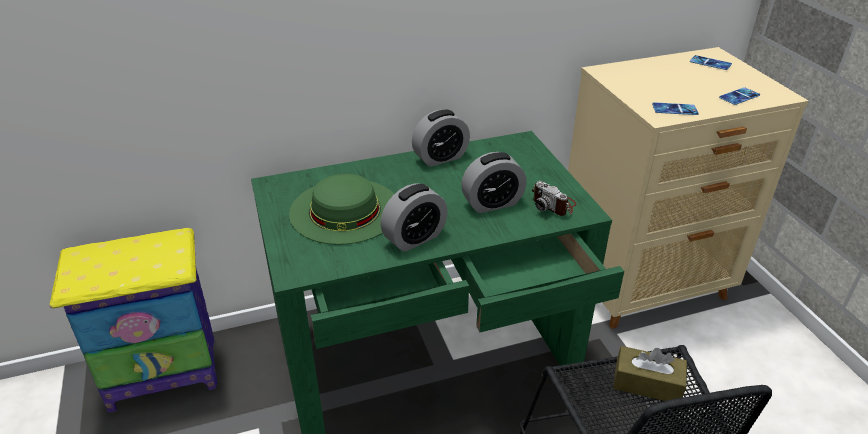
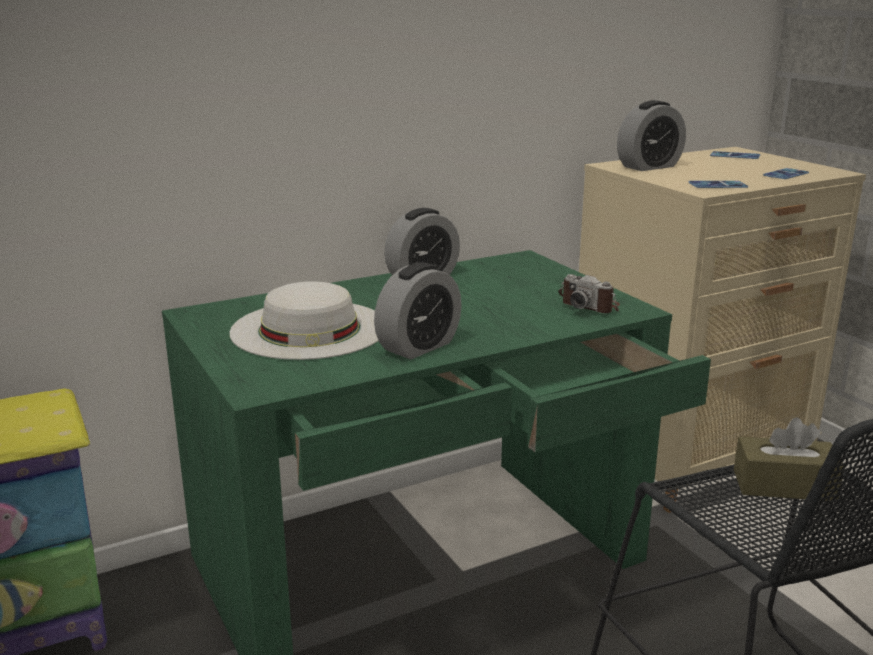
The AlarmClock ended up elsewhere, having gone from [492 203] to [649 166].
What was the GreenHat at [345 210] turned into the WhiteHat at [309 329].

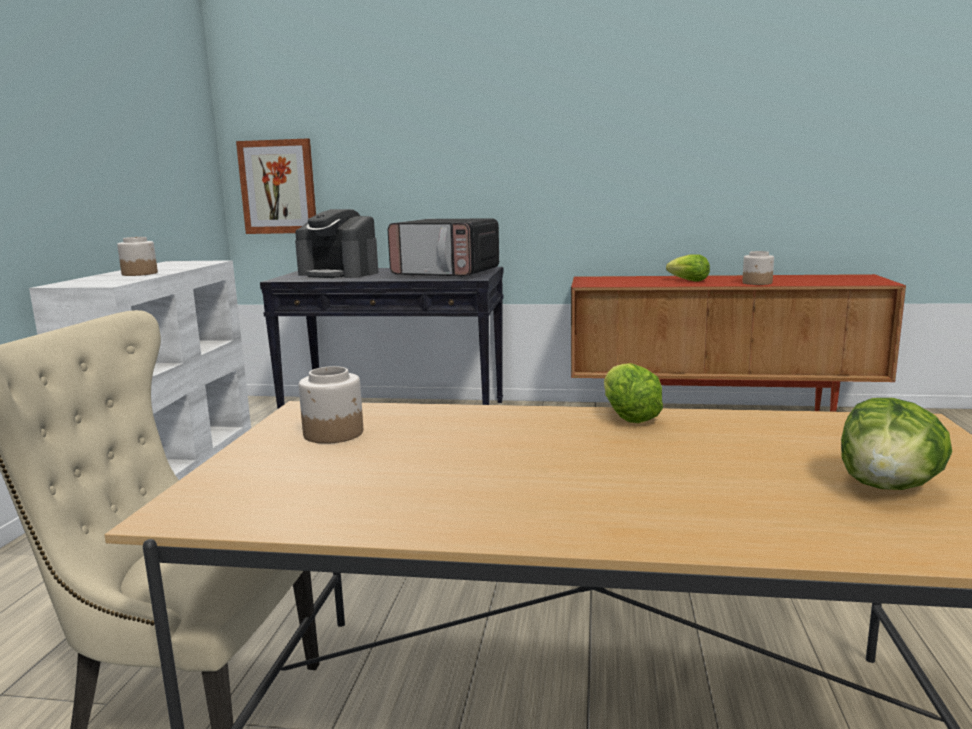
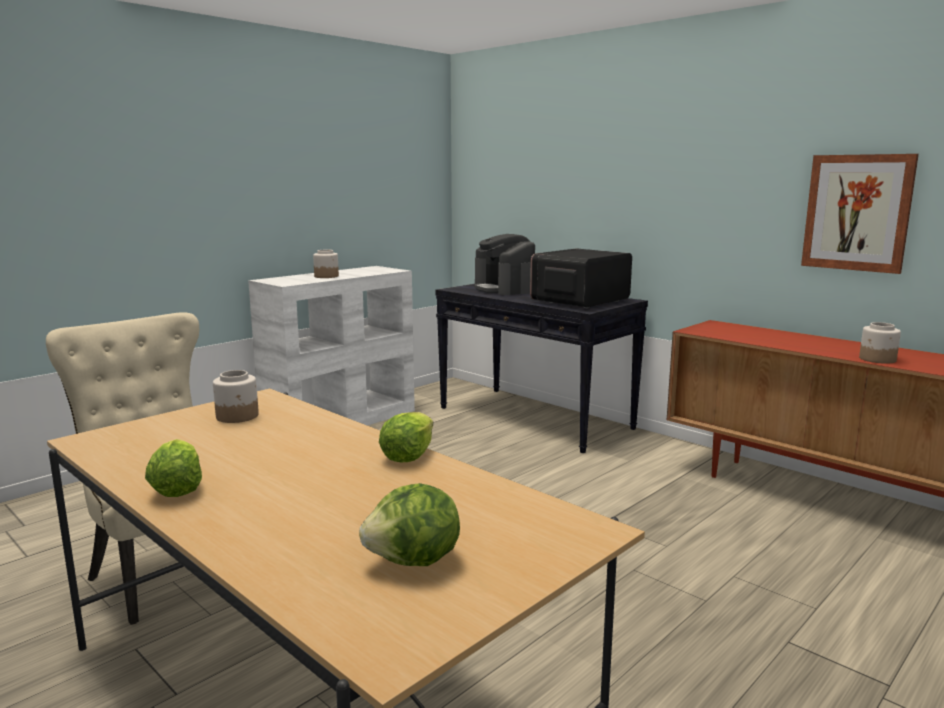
The Picture ended up elsewhere, having gone from [278 187] to [857 212].
The Lettuce ended up elsewhere, having gone from [689 281] to [177 489].
The Microwave at [446 273] ended up facing another way, 75 degrees clockwise from before.

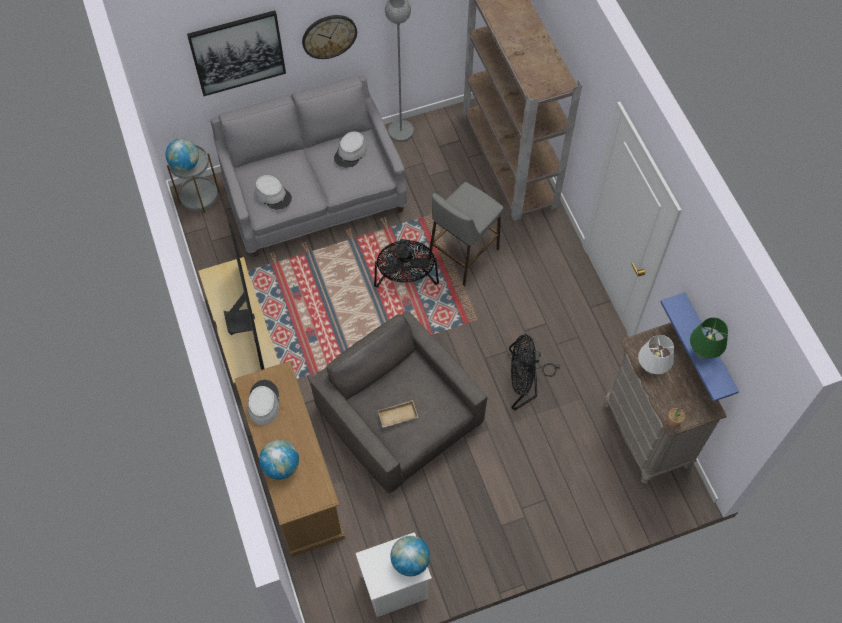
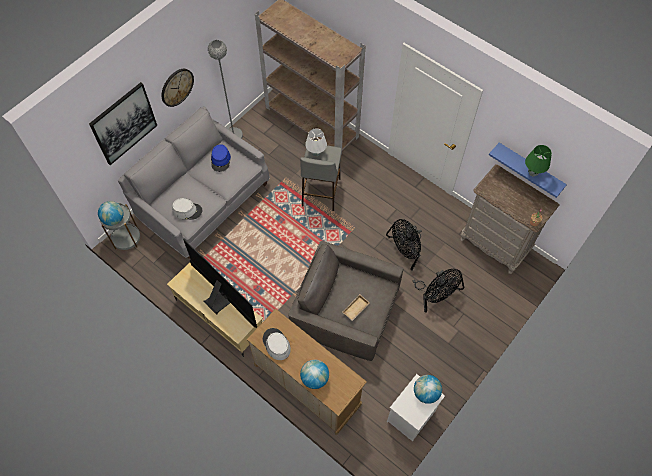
The BlackFan ended up elsewhere, having gone from [403 275] to [435 294].
The WhiteTableLamp ended up elsewhere, having gone from [651 369] to [316 153].
What was the GreyHat at [350 153] turned into the BlueHat at [221 160].

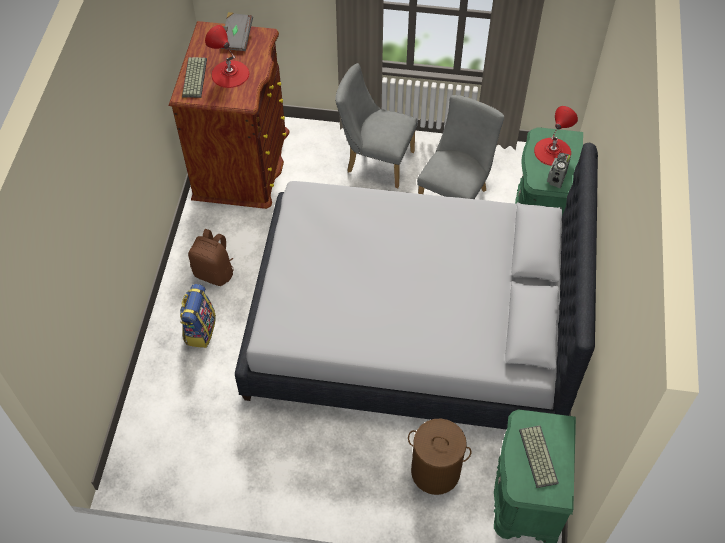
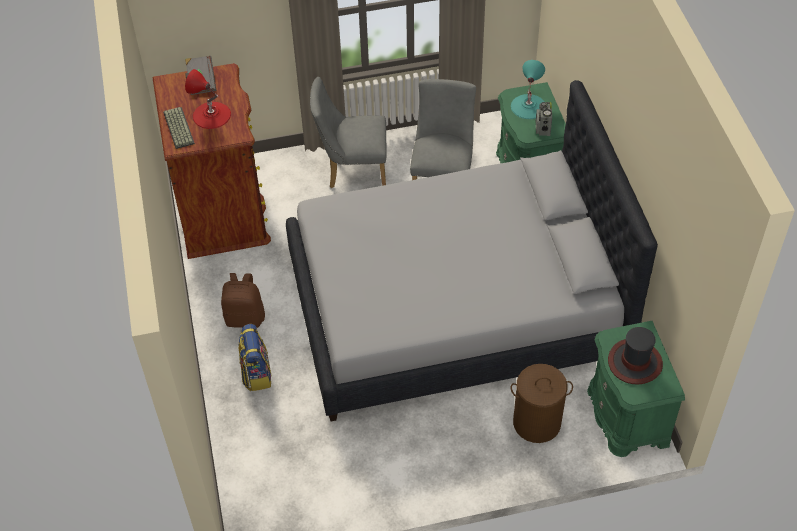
Where the Keyboard stood at [537 456], the Hat came to stand at [634 362].
What was the RedTableLamp at [552 151] turned into the TurquoiseTableLamp at [528 106].

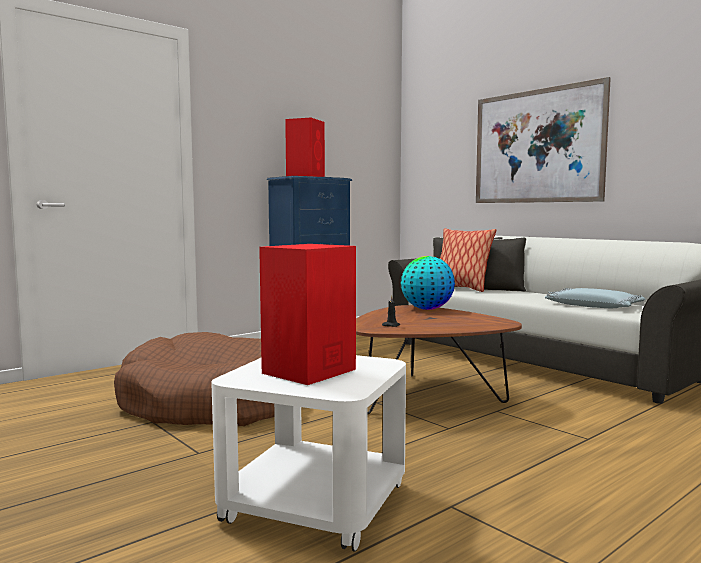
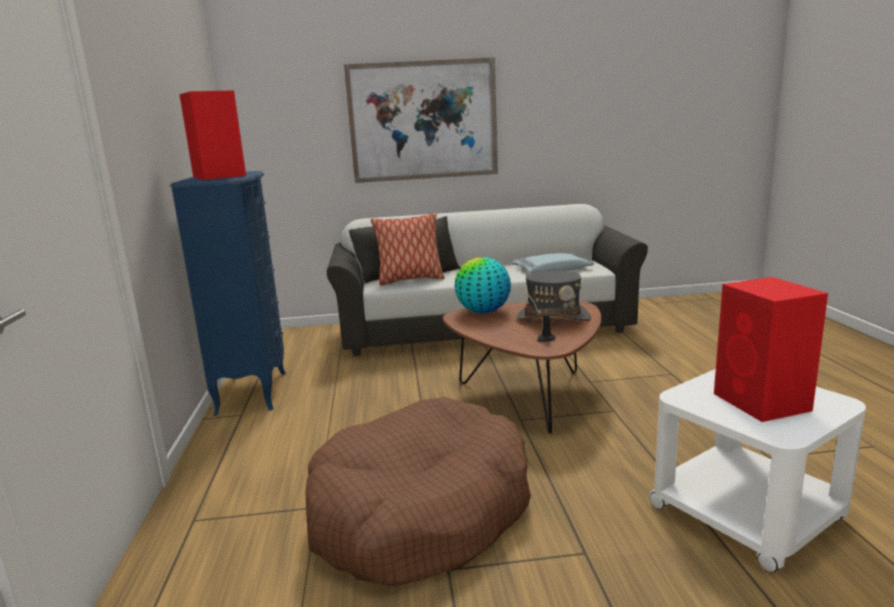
The second view gained the GreyHat at [553 318].

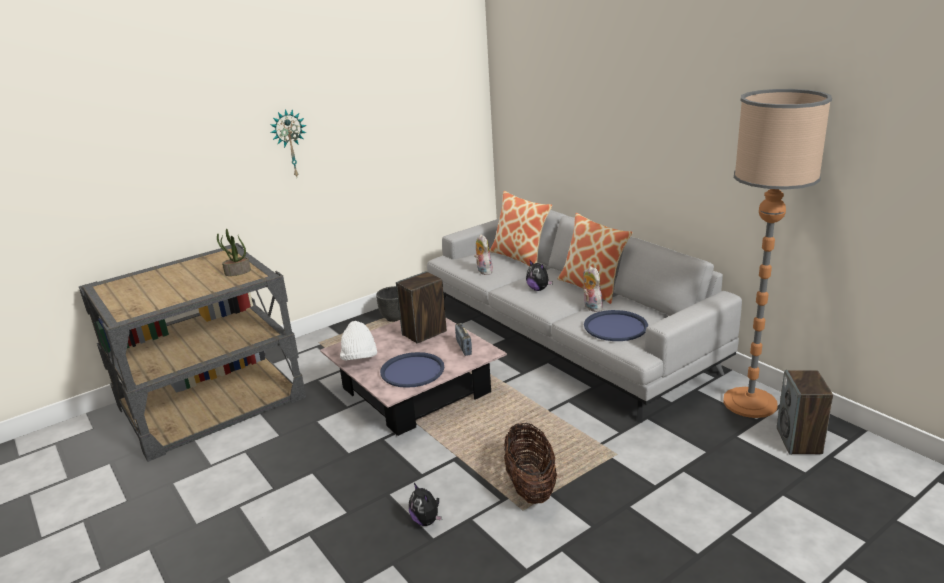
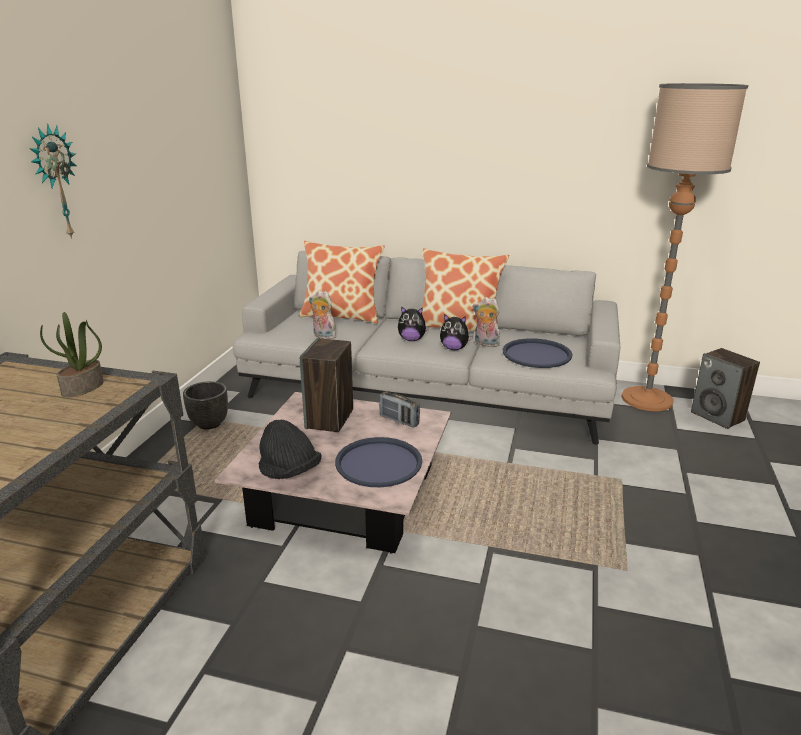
The second view lost the Basket at [530 486].
The PlushToy ended up elsewhere, having gone from [426 520] to [454 348].
What was the WhiteHat at [359 358] turned into the BlackHat at [289 472].

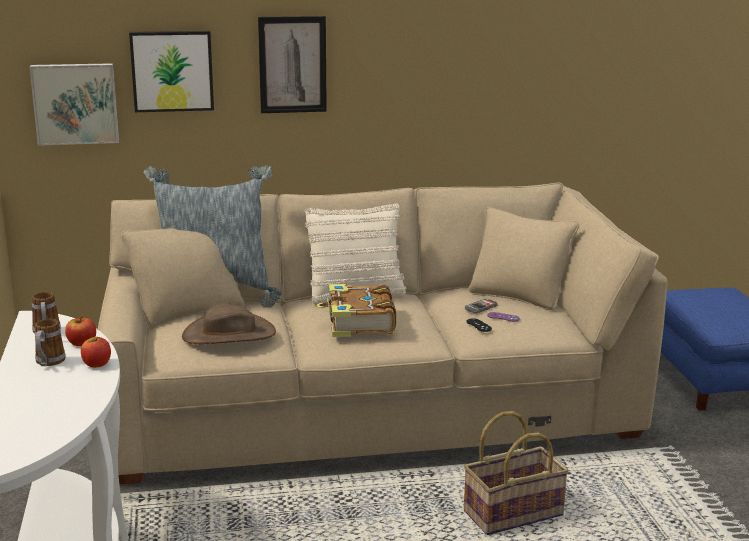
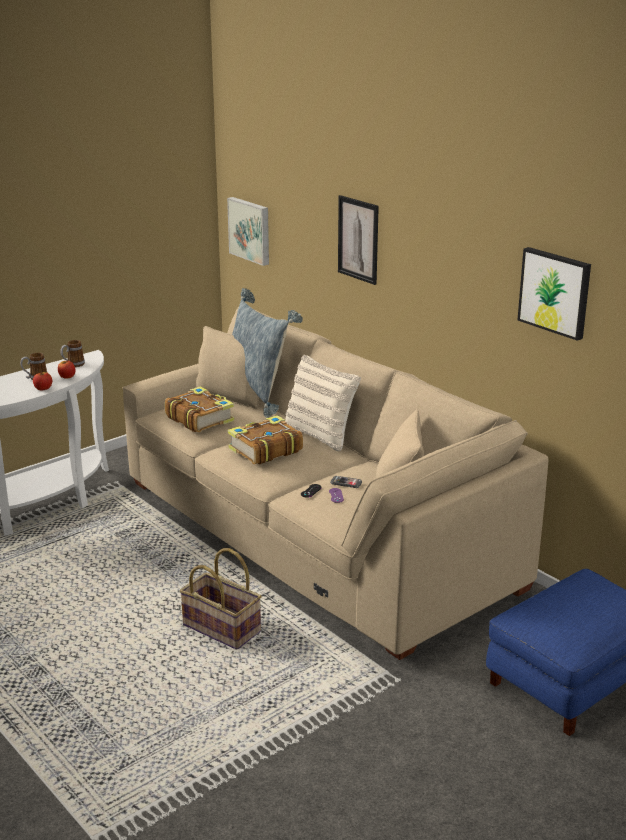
The Picture ended up elsewhere, having gone from [172 70] to [555 292].
Where the BrownHat stood at [229 334], the Book came to stand at [199 418].

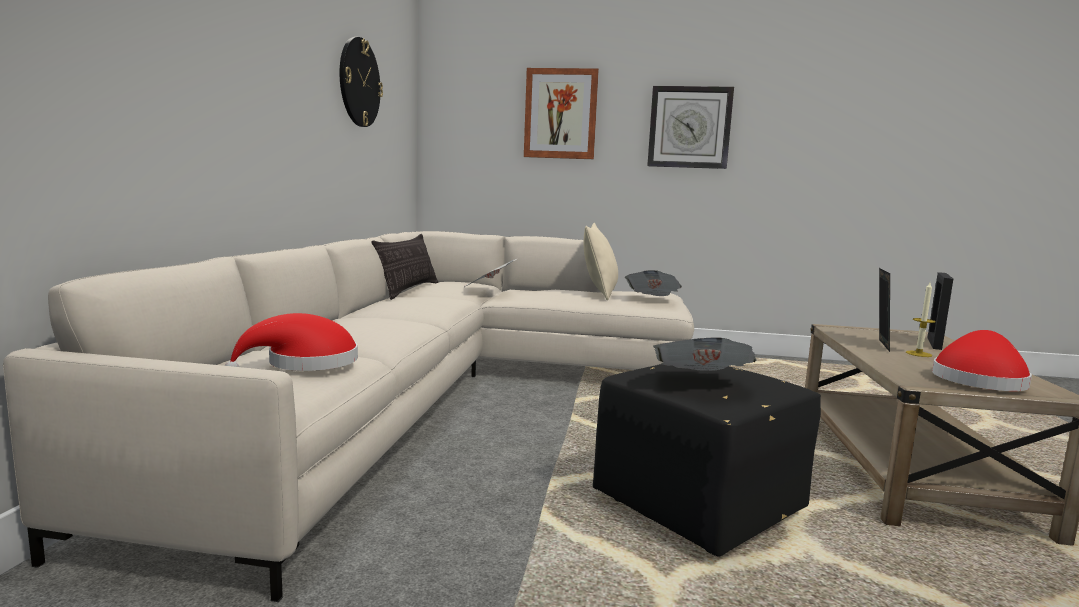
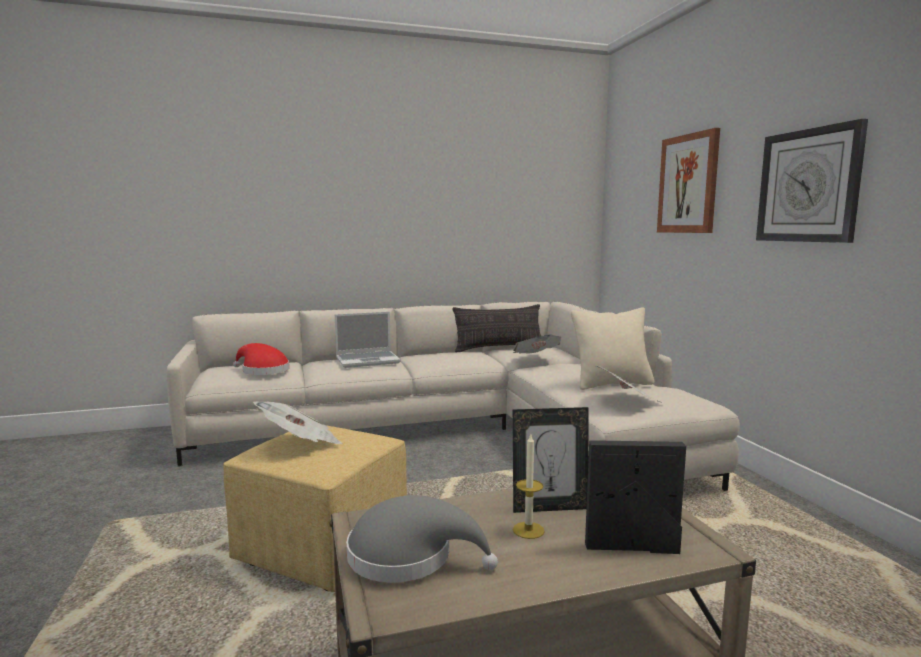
The second view lost the WallClock at [359 83].
The second view gained the Laptop at [368 360].
What was the BlackOttoman at [699 509] turned into the YellowOttoman at [320 551].
What was the RedHat at [978 380] turned into the GreyHat at [408 556].

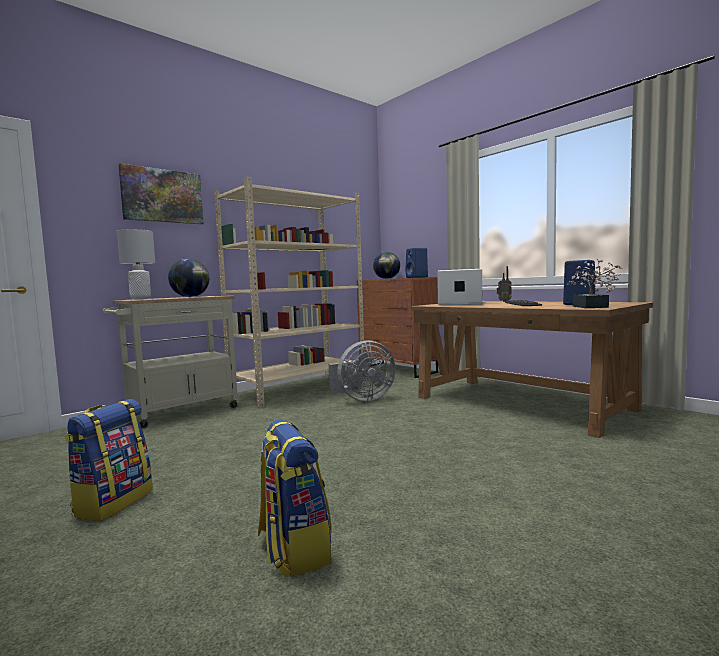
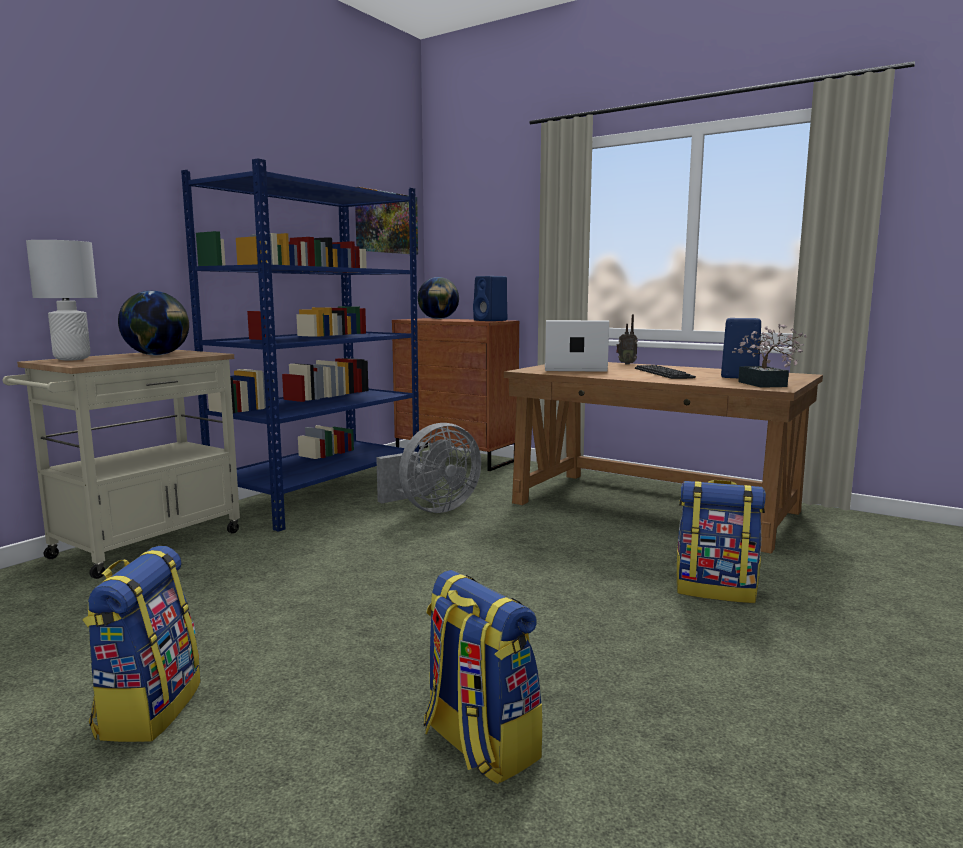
The second view gained the Backpack at [716 590].
The Picture ended up elsewhere, having gone from [162 196] to [386 222].
What was the BeigeBookcase at [299 389] turned into the BlueBookcase at [321 495].

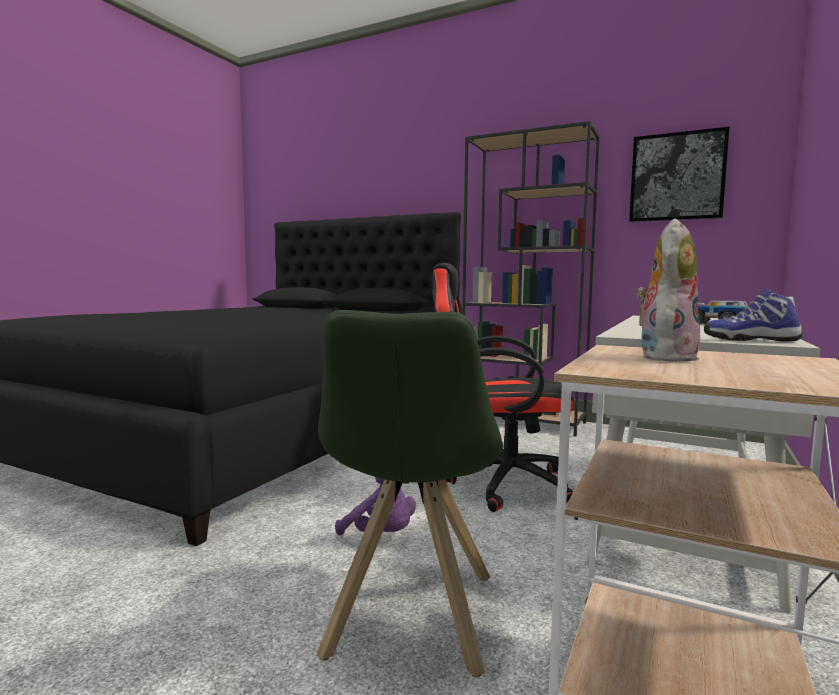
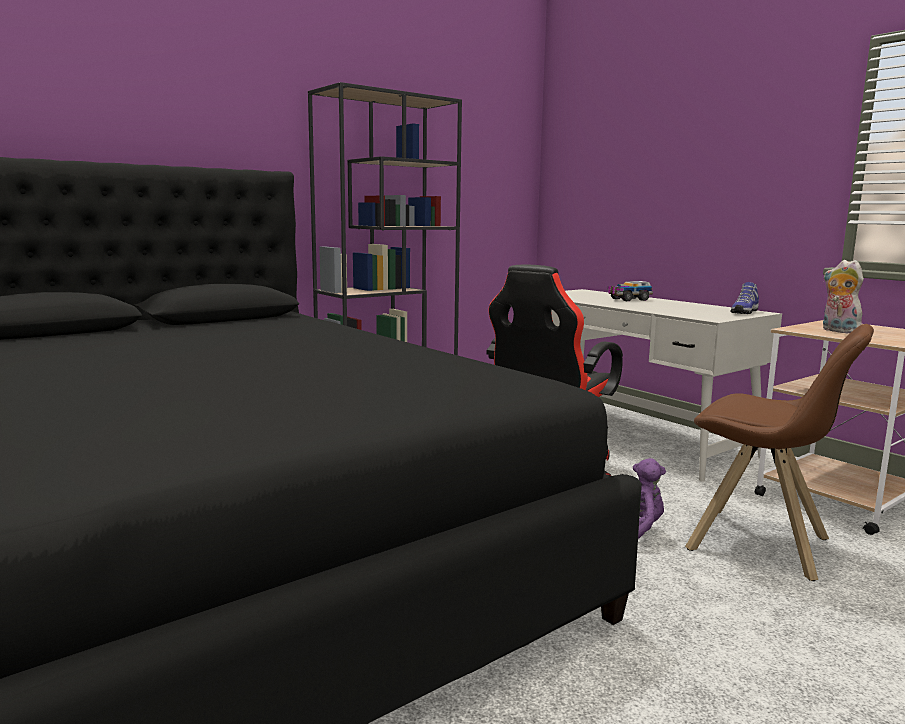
The second view lost the Picture at [677 177].
What was the GreenChair at [410 614] turned into the BrownChair at [759 543].

